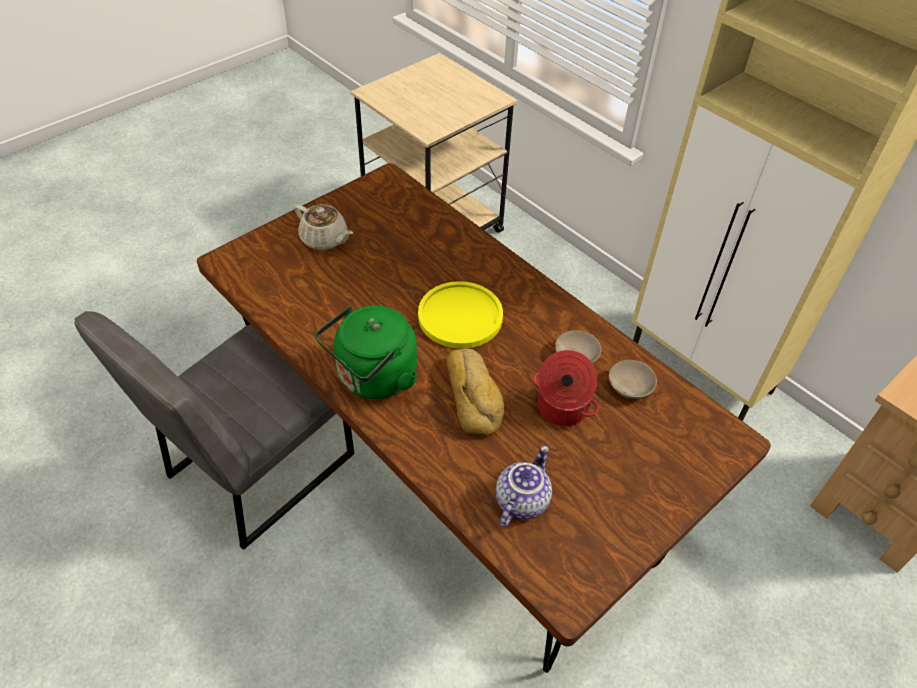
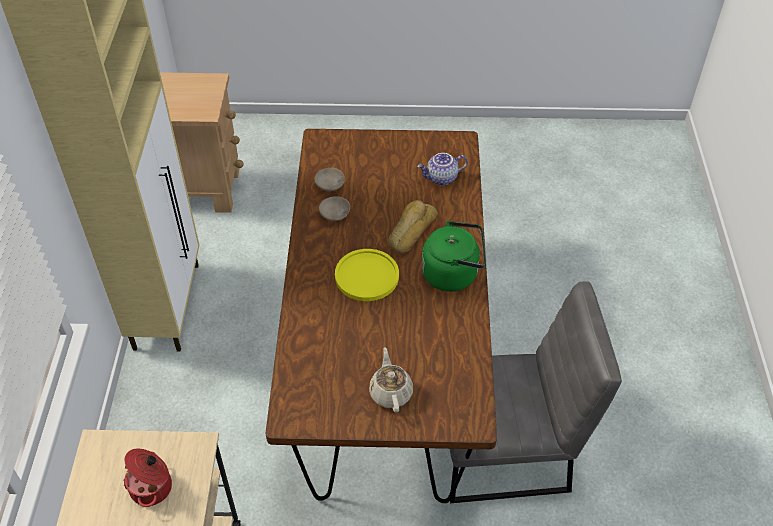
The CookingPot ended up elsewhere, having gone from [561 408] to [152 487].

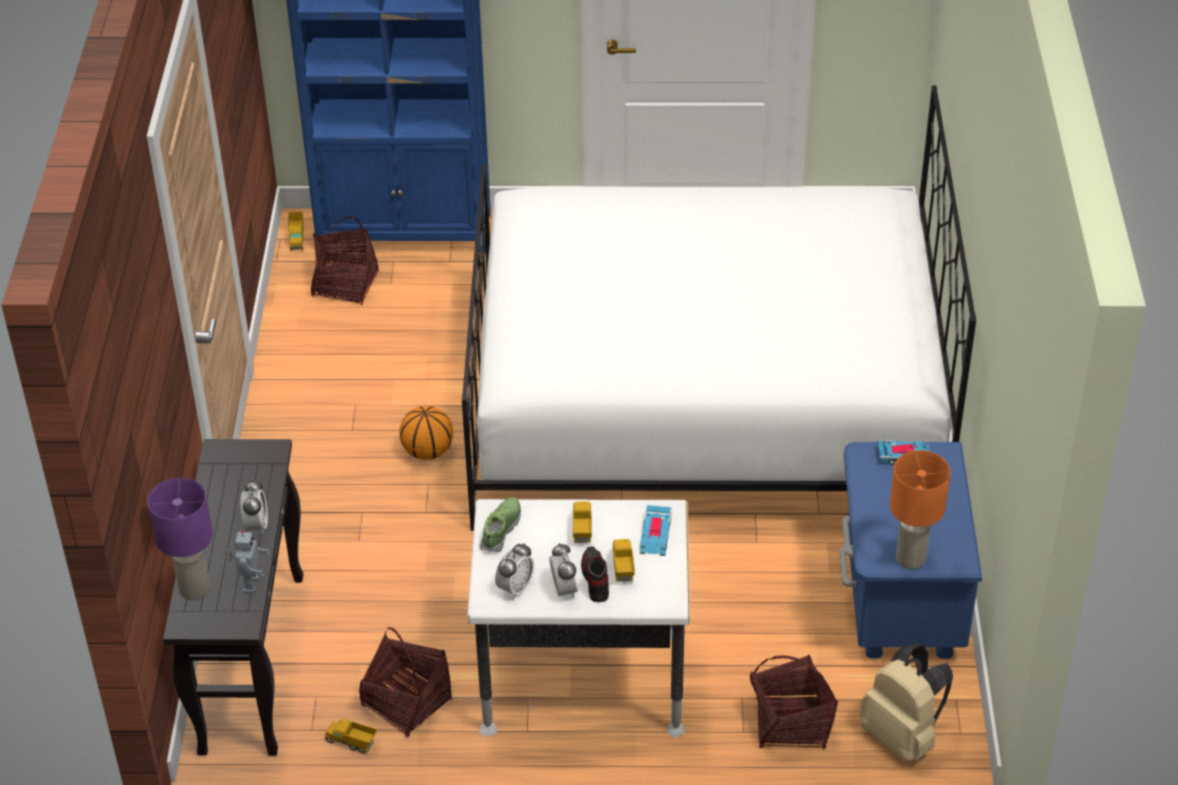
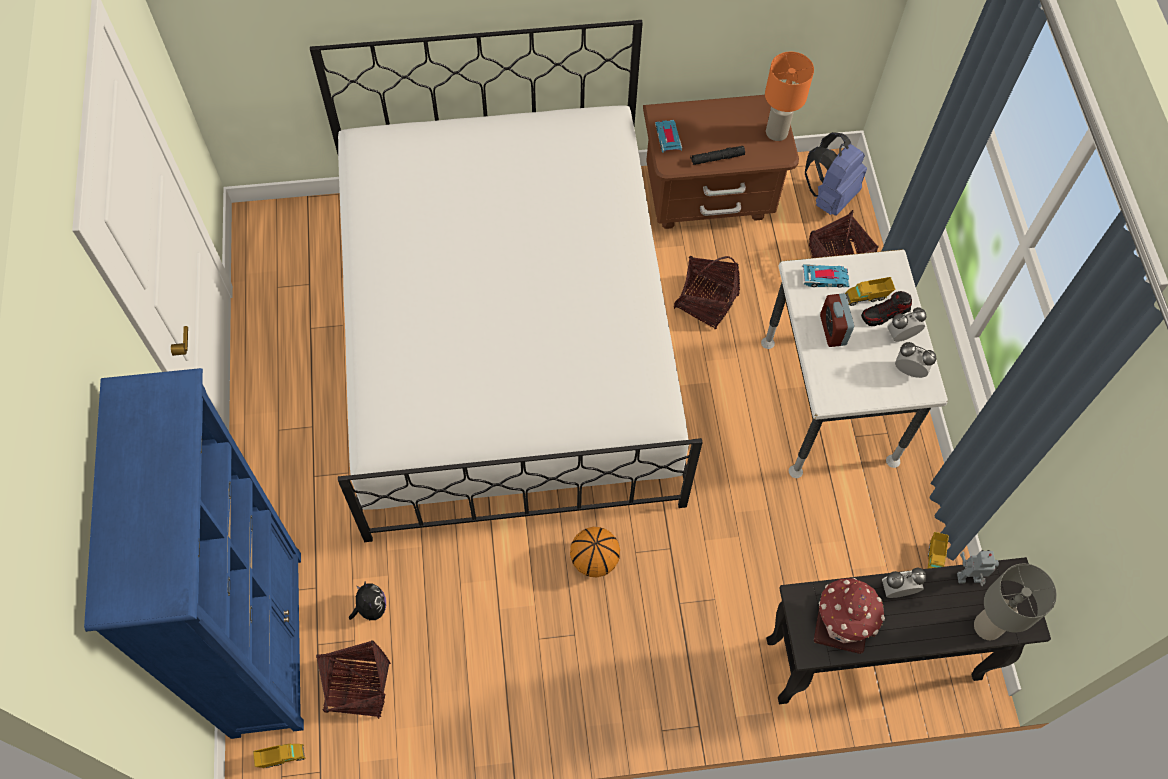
The second view lost the Shoe at [501 530].
The second view gained the PlushToy at [371 608].
The second view gained the BlackFlashlight at [717 158].
The second view gained the ToyHouse at [842 621].
The Basket ended up elsewhere, having gone from [406 703] to [706 302].
Where the ToyTruck stood at [582 529], the AlarmClock came to stand at [832 330].
What was the PurpleTableLamp at [195 589] turned into the GreyTableLamp at [987 626].
What was the BlueNightstand at [897 605] turned into the BrownNightstand at [709 202].
What was the BeigeBackpack at [903 736] turned into the BlueBackpack at [829 196].

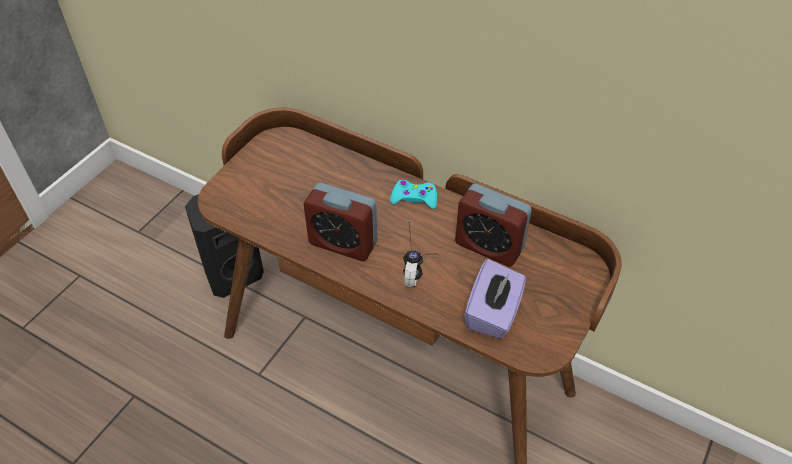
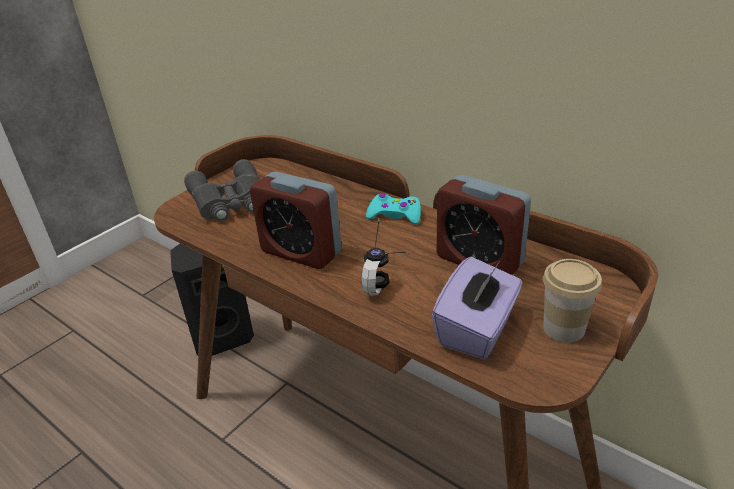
The second view gained the GreyBinoculars at [229 201].
The second view gained the Cup at [563 328].

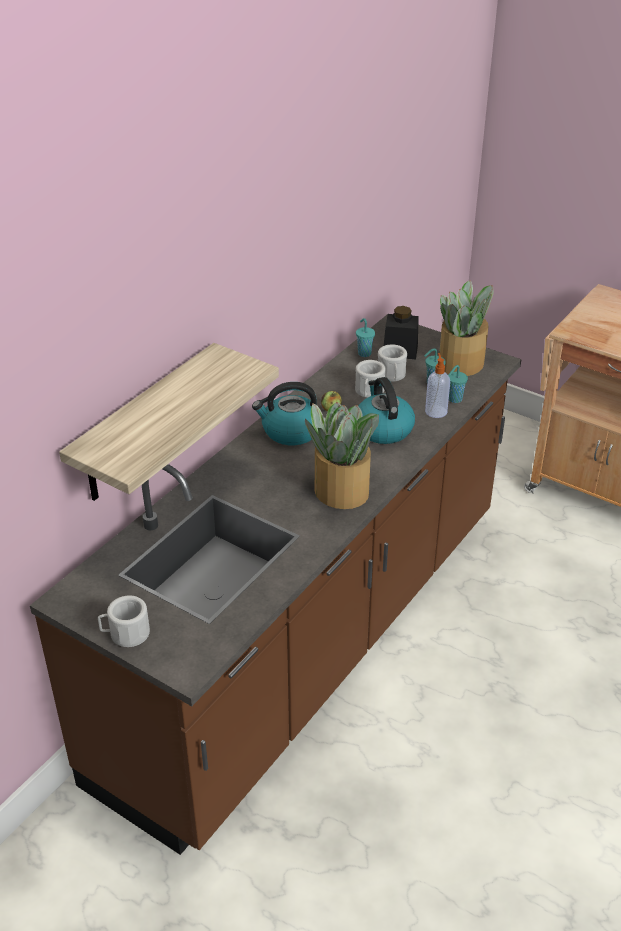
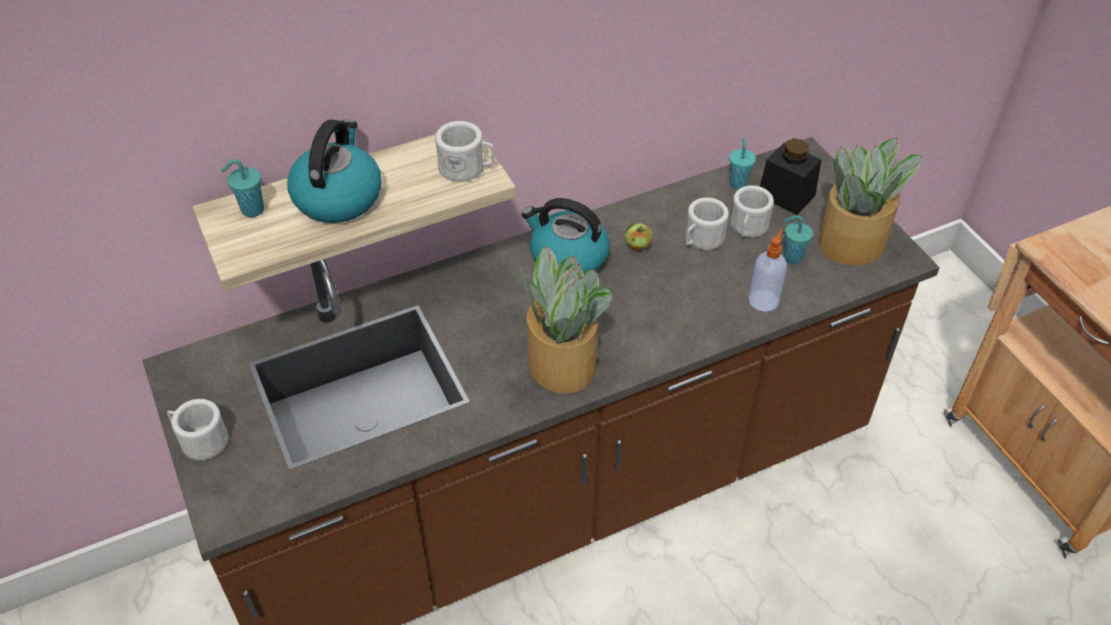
The second view gained the WhiteMug at [467 168].
The Kettle ended up elsewhere, having gone from [383 429] to [338 196].
The TurquoiseCup ended up elsewhere, having gone from [454 399] to [251 210].

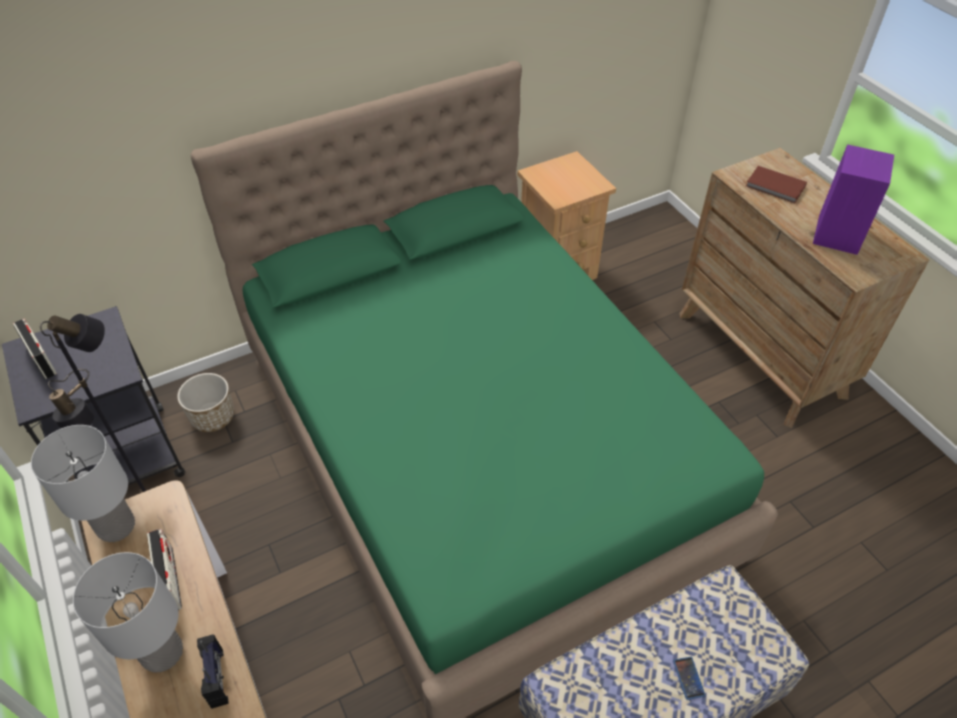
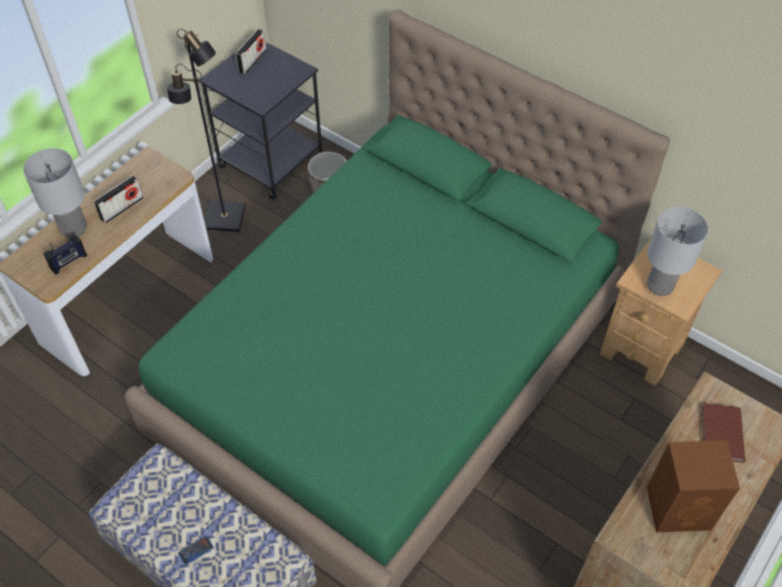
The GreyTableLamp ended up elsewhere, having gone from [118 529] to [659 288].
What was the PurpleSpeaker at [838 233] turned into the BrownSpeaker at [680 508].

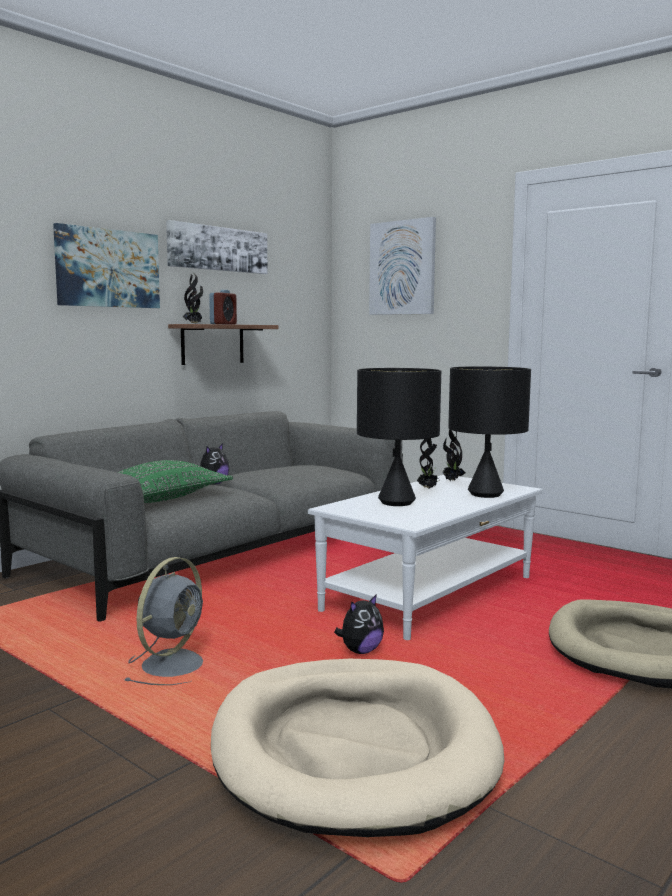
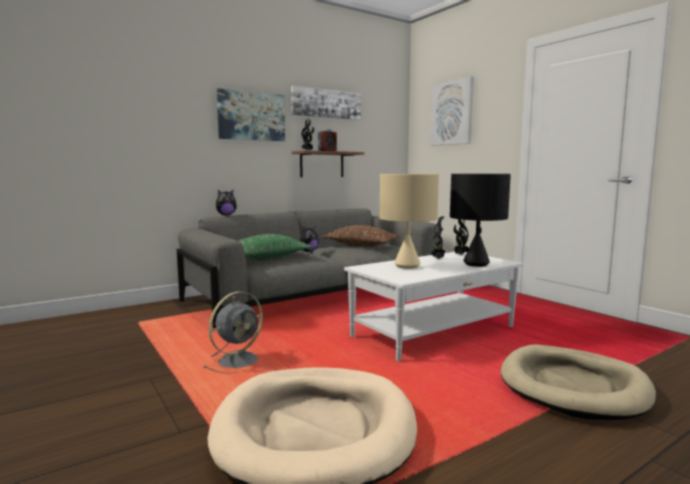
The second view gained the BrownPillow at [360 246].
The PlushToy ended up elsewhere, having gone from [360 651] to [226 215].
What was the BlackTableLamp at [397 503] turned into the BeigeTableLamp at [407 266].

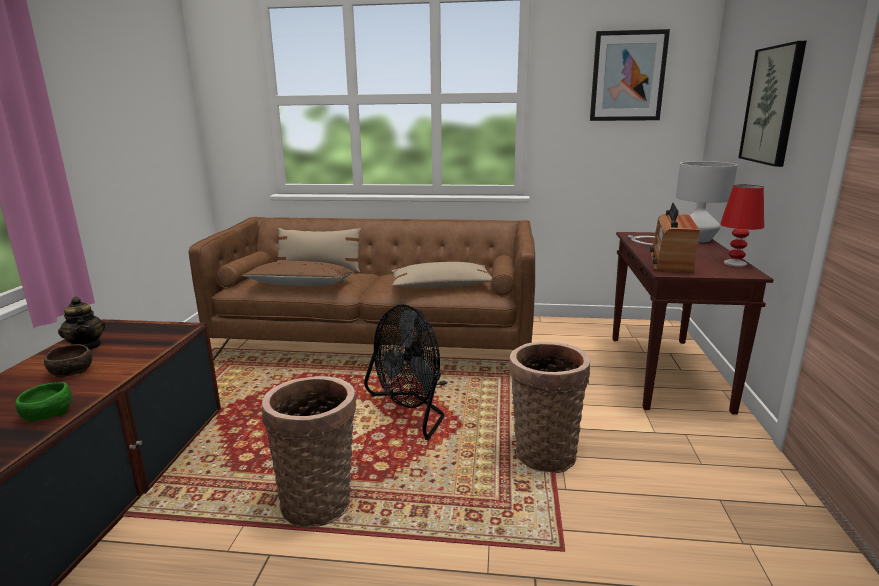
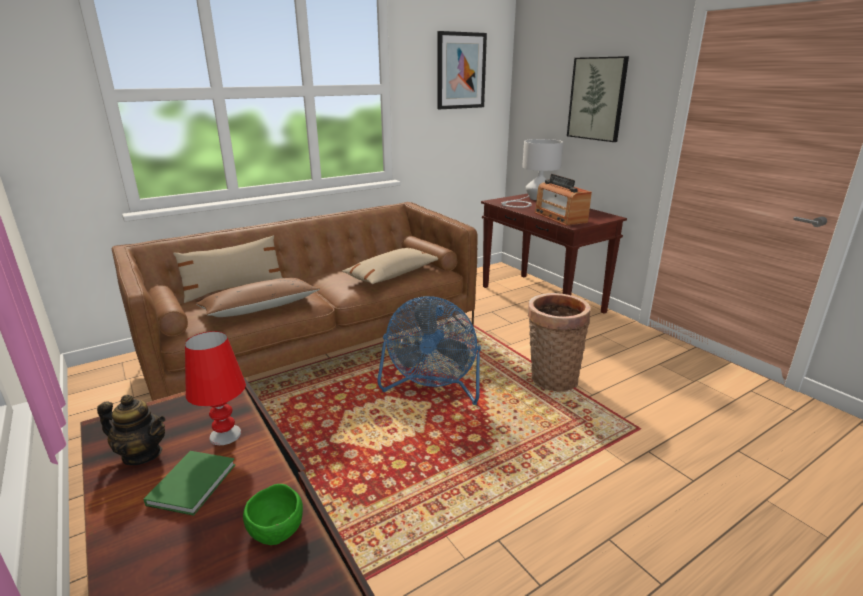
The second view lost the Basket at [319 501].
The RedTableLamp ended up elsewhere, having gone from [735 263] to [225 435].
Where the BrownBowl stood at [72 371], the GreenBook came to stand at [195 483].
What was the BlackFan at [413 408] turned into the BlueFan at [429 387].

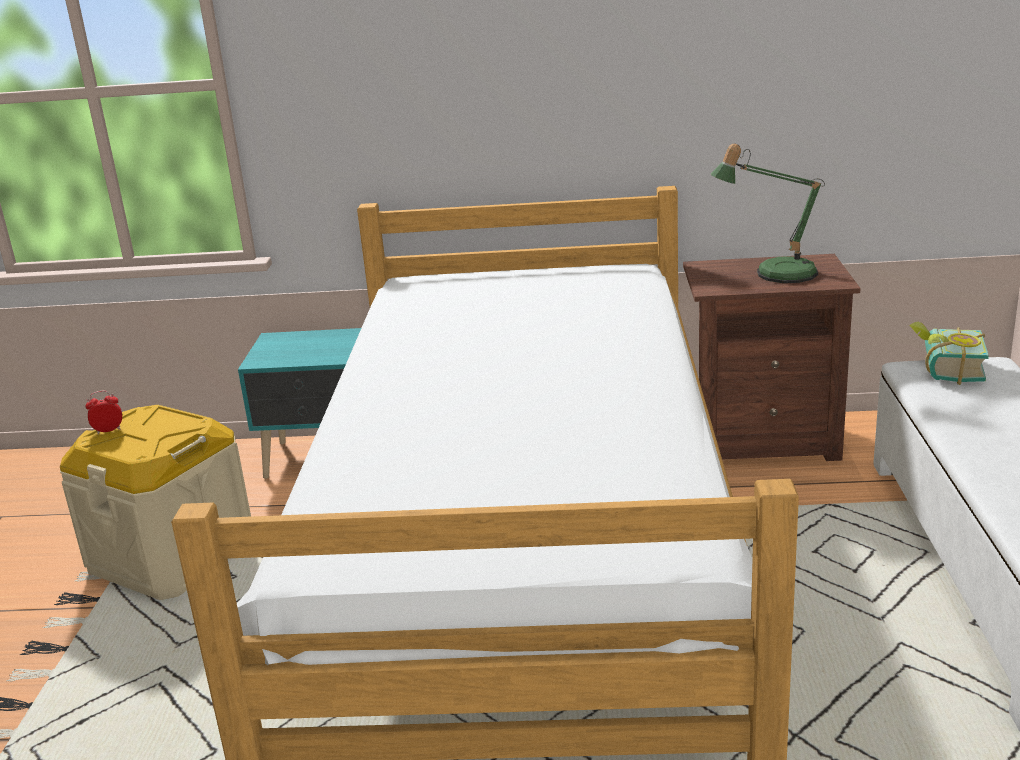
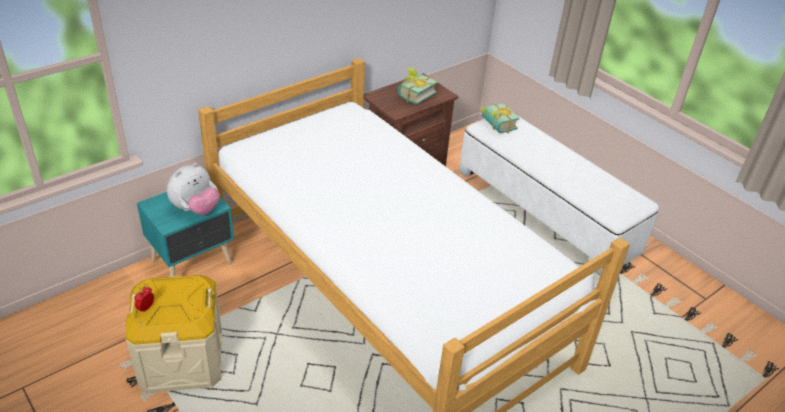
The second view gained the PlushToy at [196 209].
Where the TableLamp stood at [775 274], the Book came to stand at [414 94].

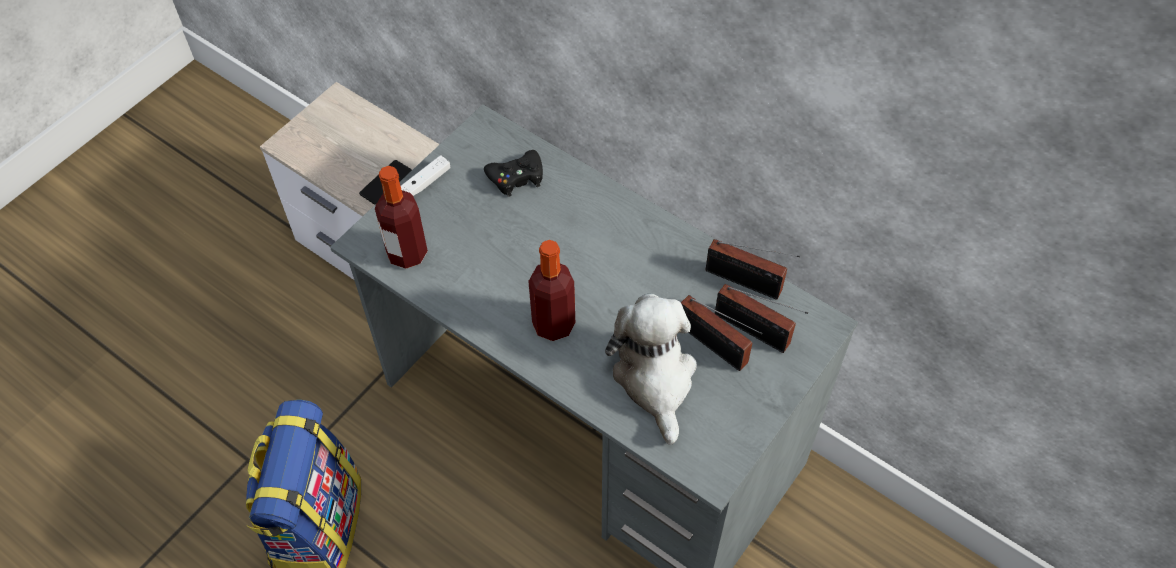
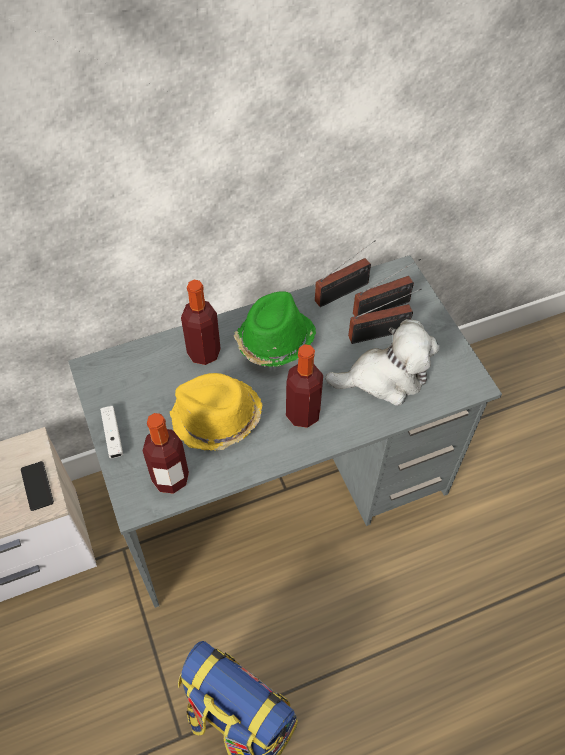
The second view lost the BlackGameController at [516 177].
The second view gained the YellowHat at [216 418].
The second view gained the Bottle at [204 352].
The second view gained the GreenHat at [274 341].
The PlushToy at [655 378] ended up facing another way, 150 degrees clockwise from before.

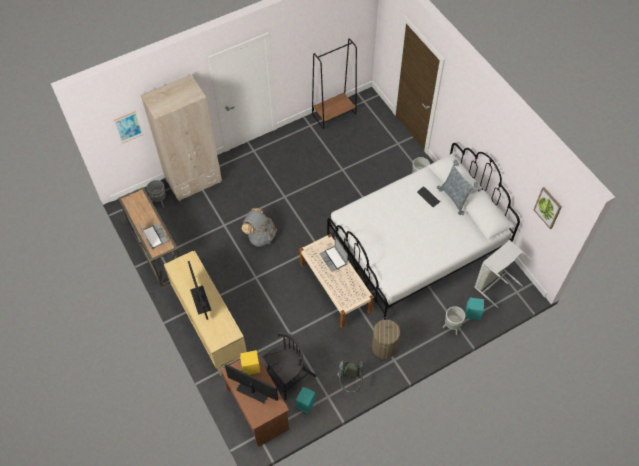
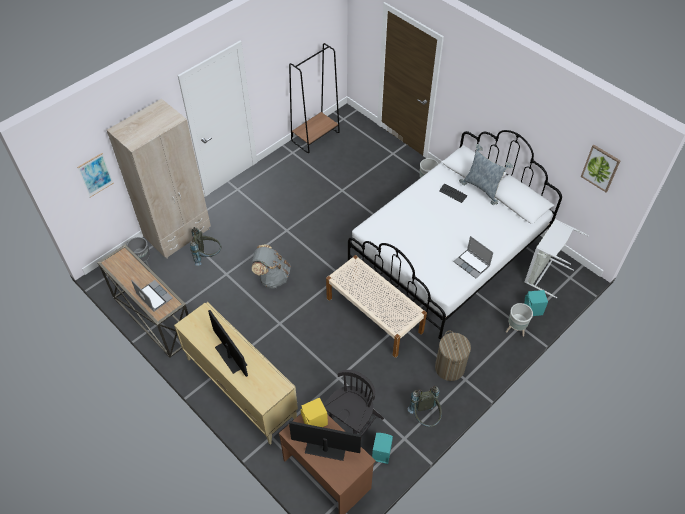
The second view gained the GreyBackpack at [208 256].
The Laptop ended up elsewhere, having gone from [334 259] to [472 264].

